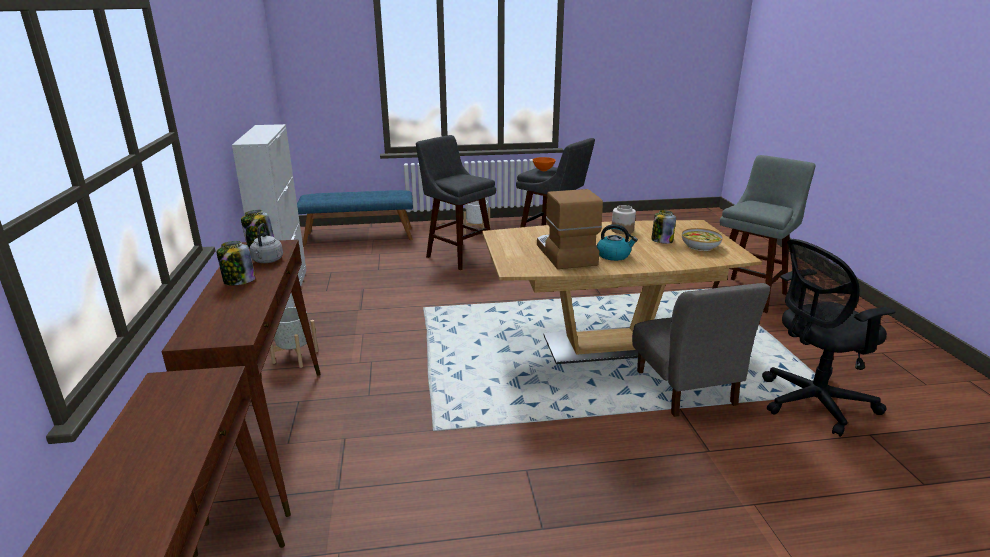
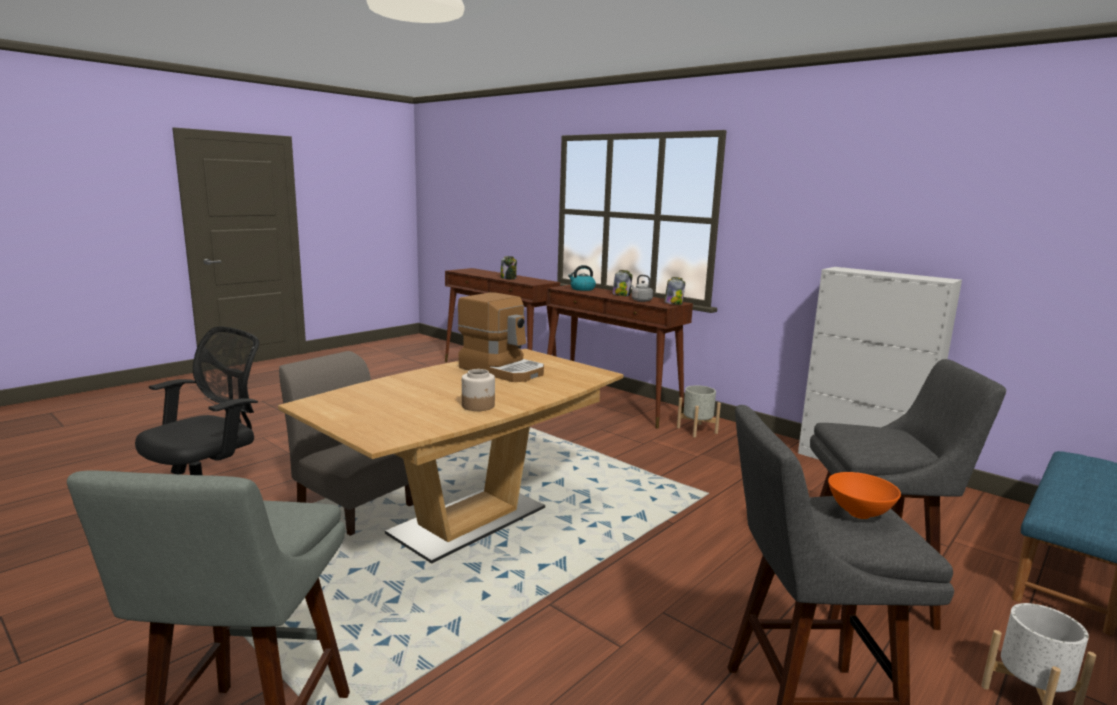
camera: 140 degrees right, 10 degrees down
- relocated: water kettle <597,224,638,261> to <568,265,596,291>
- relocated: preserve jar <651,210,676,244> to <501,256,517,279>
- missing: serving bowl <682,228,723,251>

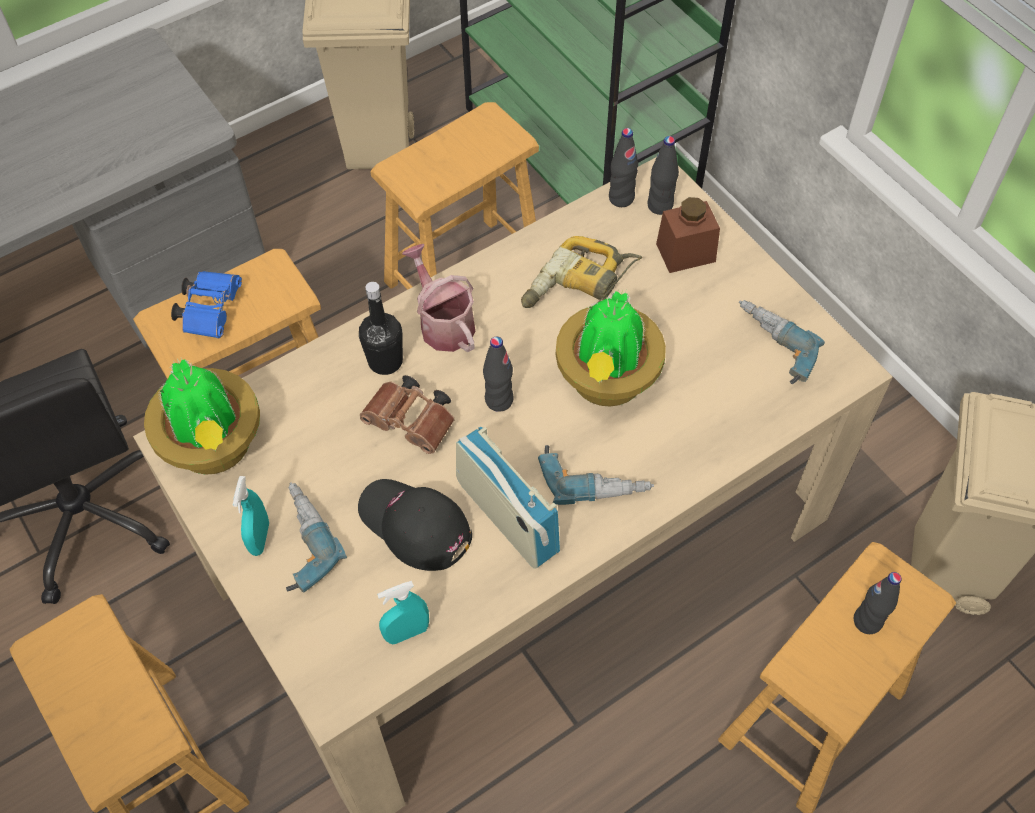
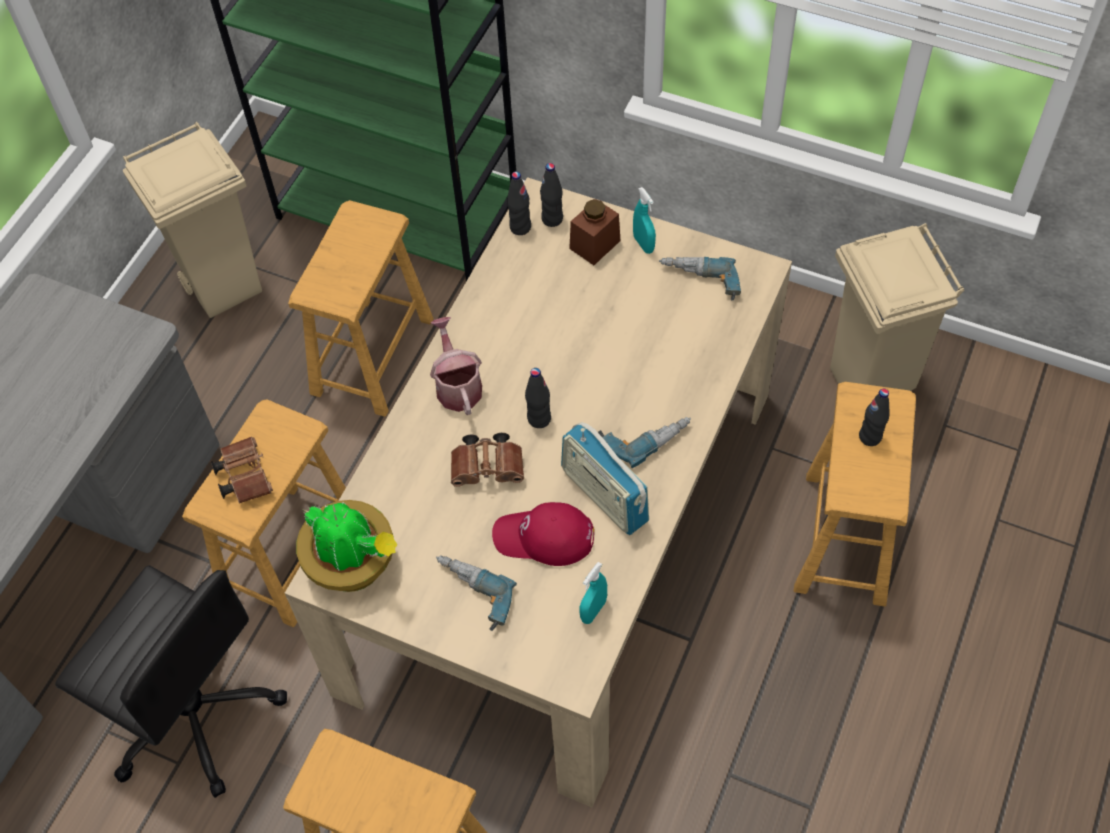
camera: 30 degrees left, 0 degrees up
- colour: field glasses (bluish) <171,271,242,338> to field glasses (brown-coloured) <210,436,273,504>
- relocated: spray bottle (turquoise) <233,476,269,556> to <633,187,656,254>
- colour: peaked cap (black) <358,479,472,571> to peaked cap (reddish) <492,502,594,566>
- missing: beverage bottle (black) <359,282,403,375>
- spun: watering can <402,244,476,352> = <430,317,482,415> 45 degrees clockwise
- spun: radio receiver <456,427,560,569> = <561,422,649,535> 150 degrees counterclockwise
- missing: drill <521,236,642,308>
- missing: houseplant <555,290,666,407>

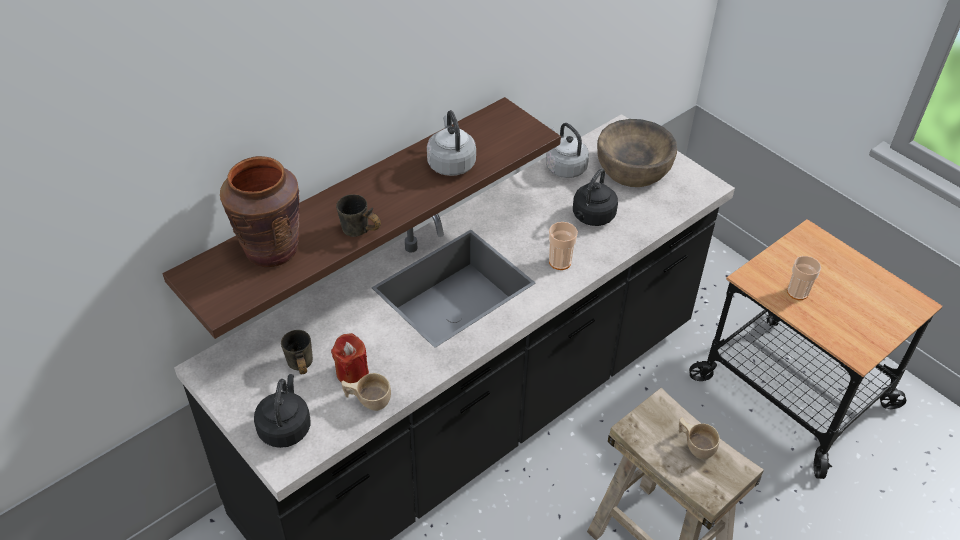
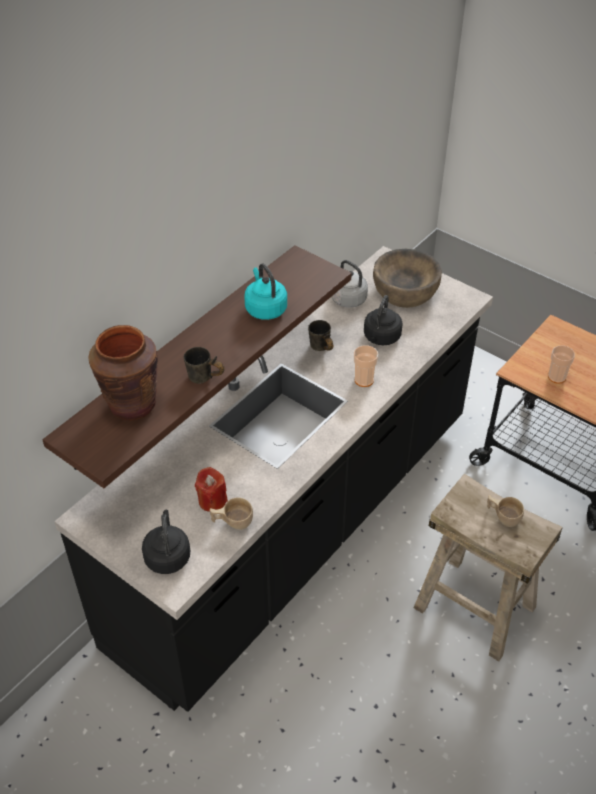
camera: 10 degrees left, 0 degrees up
- relocated: tea mug (greyish) <281,330,313,374> to <308,320,333,351>
- colour: water kettle (greyish) <427,110,476,176> to water kettle (turquoise) <244,263,287,320>

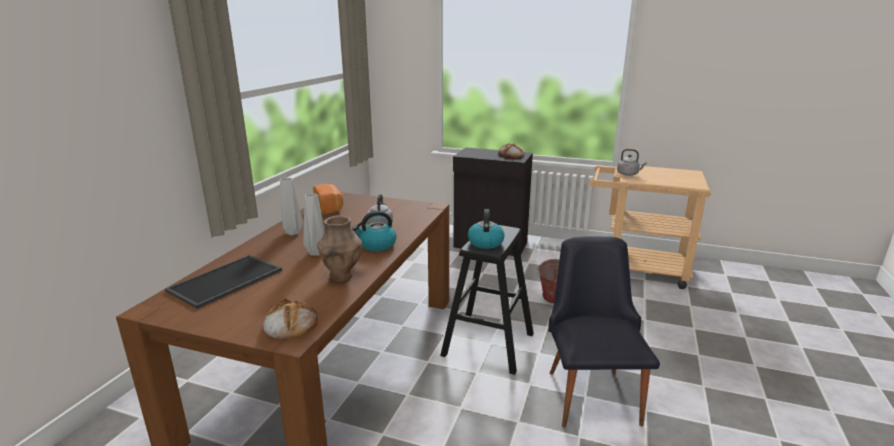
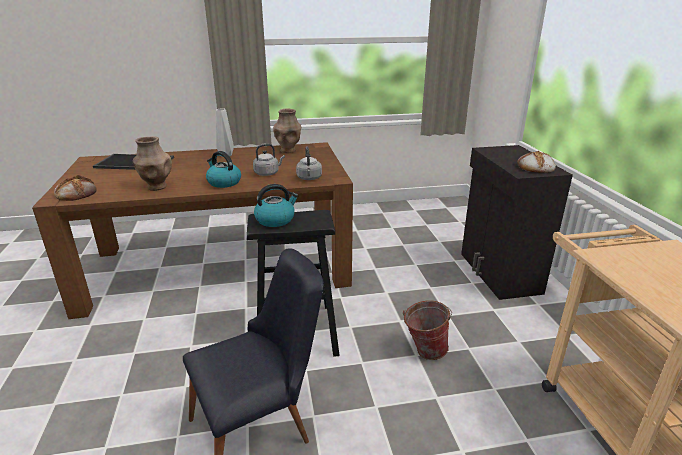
camera: 60 degrees right, 5 degrees up
- missing: flower vase (greyish) <303,193,324,256>
- exchanged: bread <313,184,343,214> to flower vase (brown-coloured) <273,109,301,153>
- relocated: water kettle (greyish) <617,149,647,176> to <296,146,322,180>

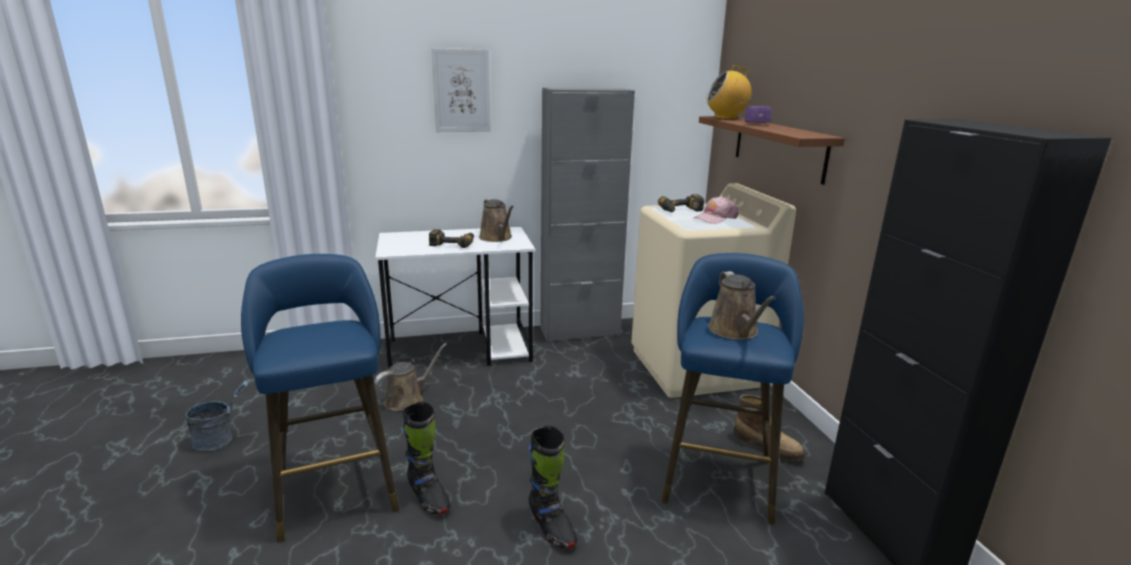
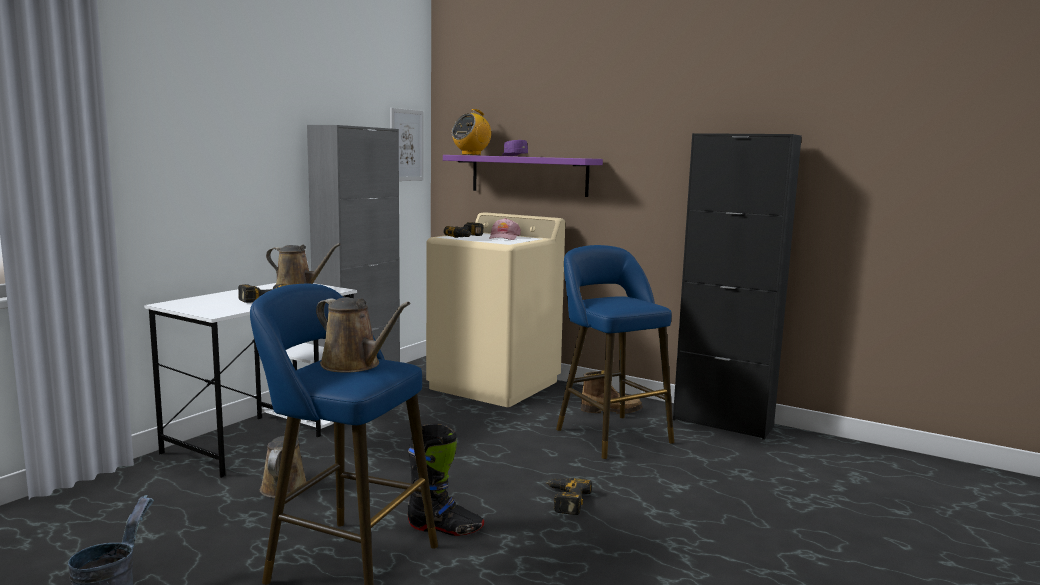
camera: 45 degrees left, 10 degrees down
- relocated: wall picture <432,48,491,132> to <390,108,423,181>
- exchanged: tall boot (black) <528,426,577,549> to drill <546,477,592,515>
- colour: bracket shelf (brown-coloured) <699,116,845,185> to bracket shelf (purple) <443,155,603,197>
- relocated: watering can (brown-coloured) <708,271,776,340> to <316,297,410,373>

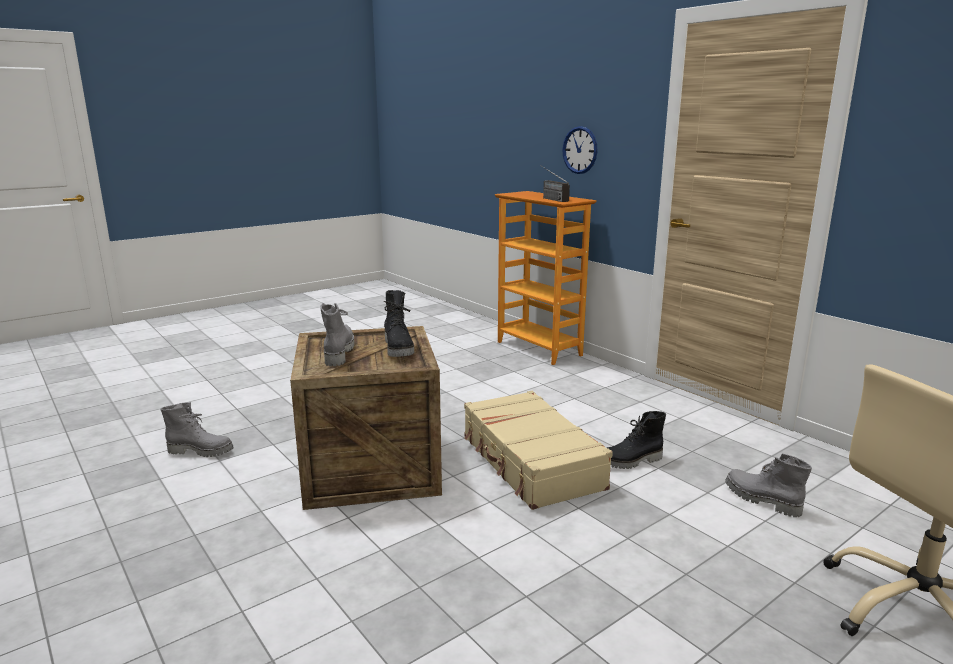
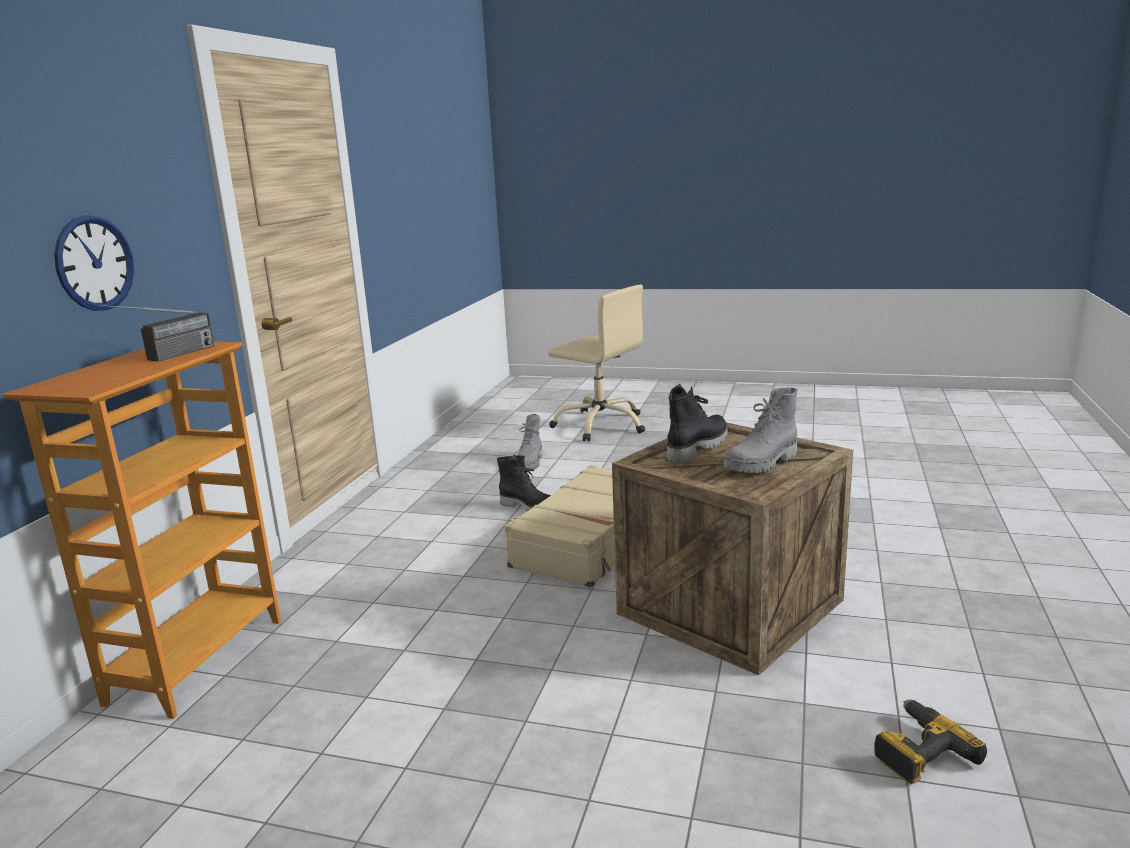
camera: 125 degrees left, 0 degrees up
- exchanged: tall boot (greyish) <160,402,234,457> to drill <874,699,987,784>

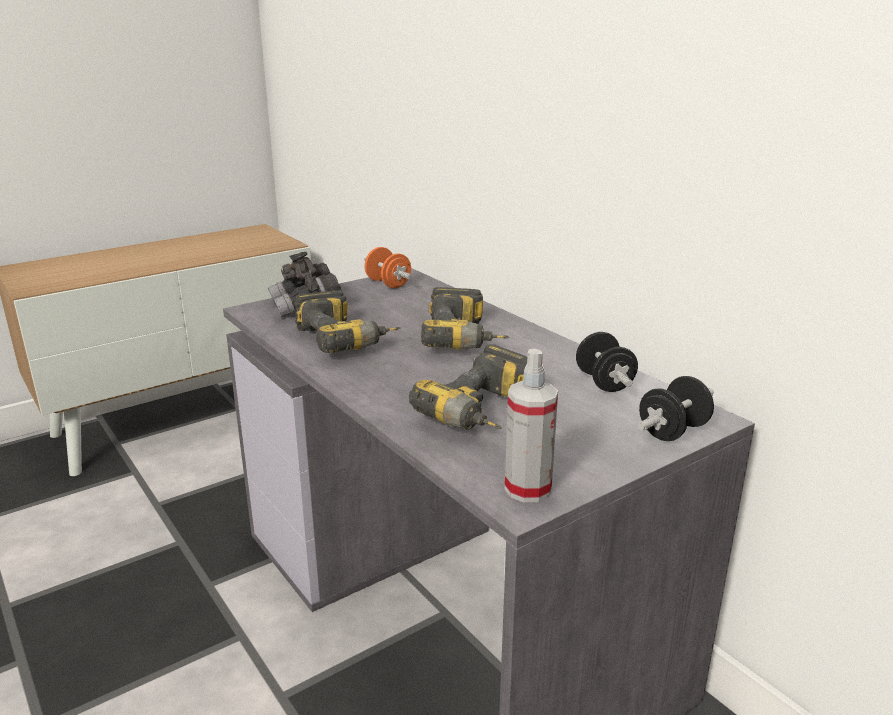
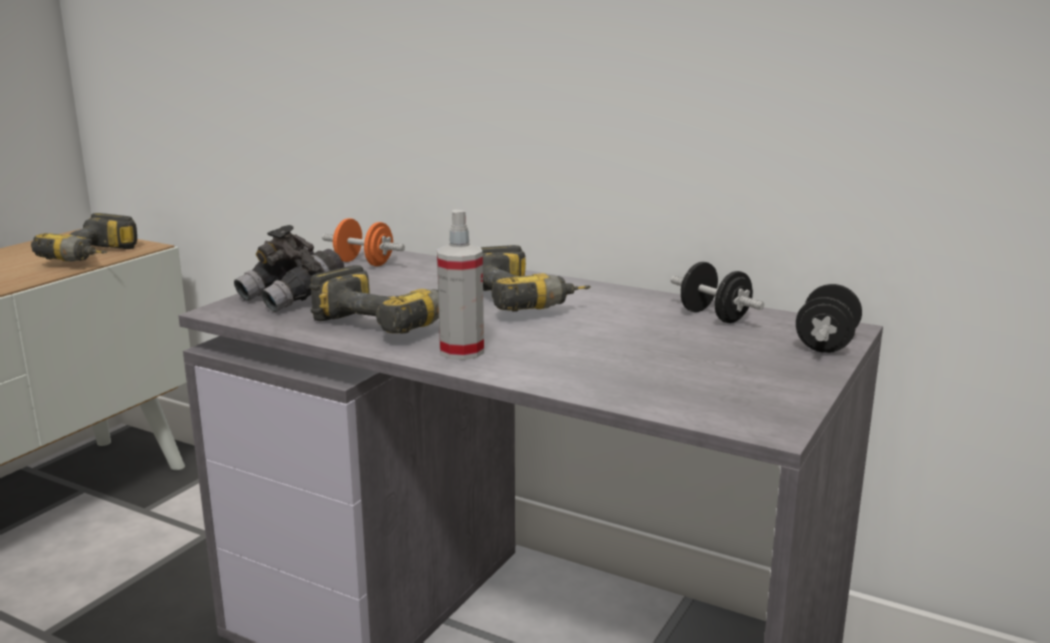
camera: 25 degrees left, 5 degrees down
- relocated: drill <409,344,527,430> to <31,213,137,262>
- relocated: spray bottle <505,349,558,502> to <437,210,484,360>

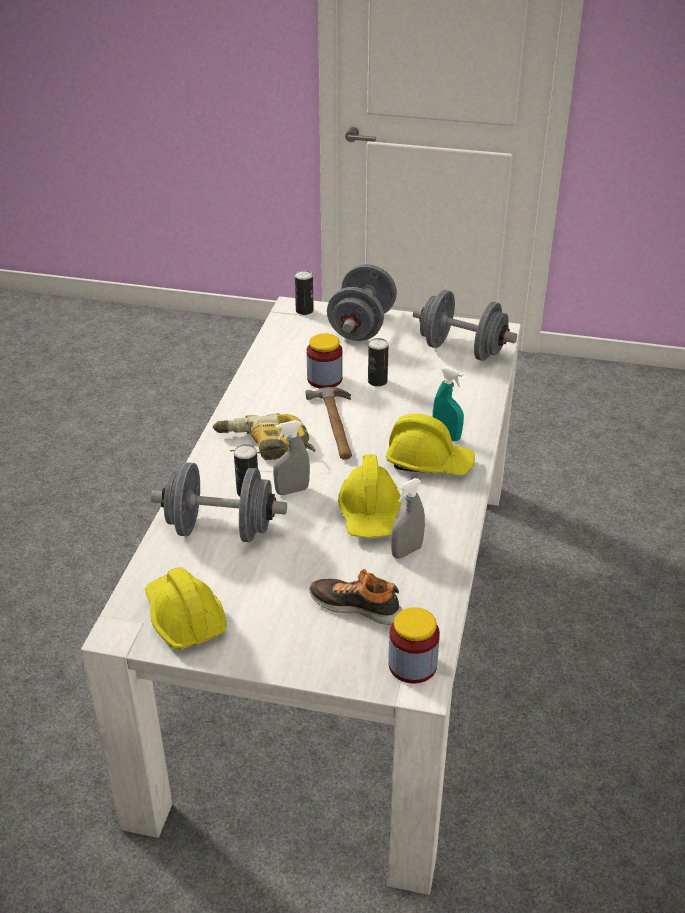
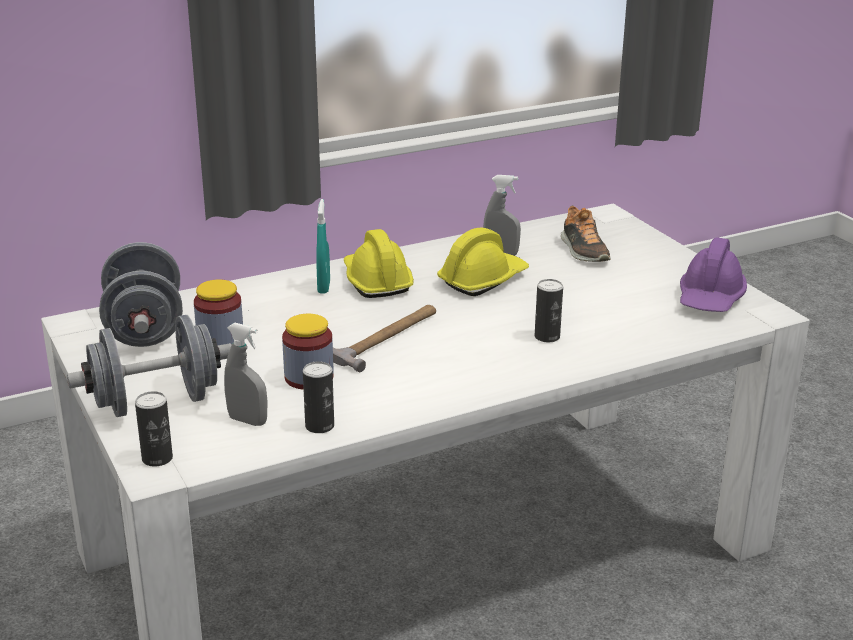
camera: 130 degrees left, 10 degrees down
- colour: safety helmet (yellow) <145,567,227,649> to safety helmet (purple) <680,237,747,312>
- missing: dumbbell (greyish) <151,462,287,542>
- missing: drill <213,413,316,460>
- relocated: spray bottle (greyish) <273,420,310,495> to <224,323,267,426>
- relocated: sealed can <368,338,389,386> to <303,361,334,433>
- relocated: preserve jar <388,607,440,684> to <194,279,243,346>

